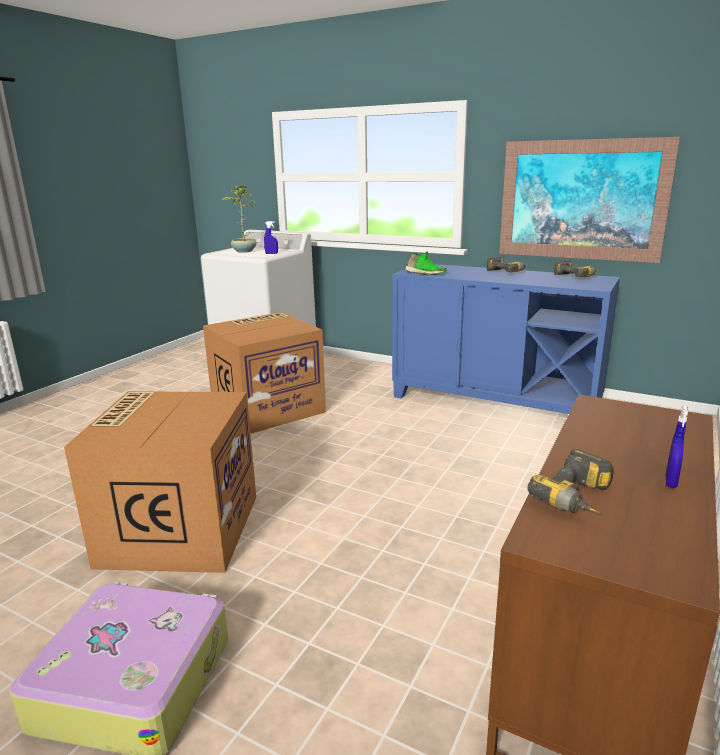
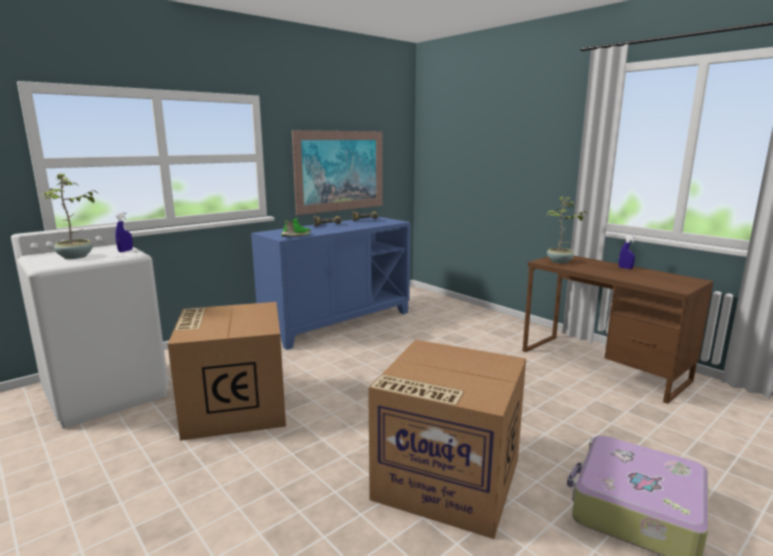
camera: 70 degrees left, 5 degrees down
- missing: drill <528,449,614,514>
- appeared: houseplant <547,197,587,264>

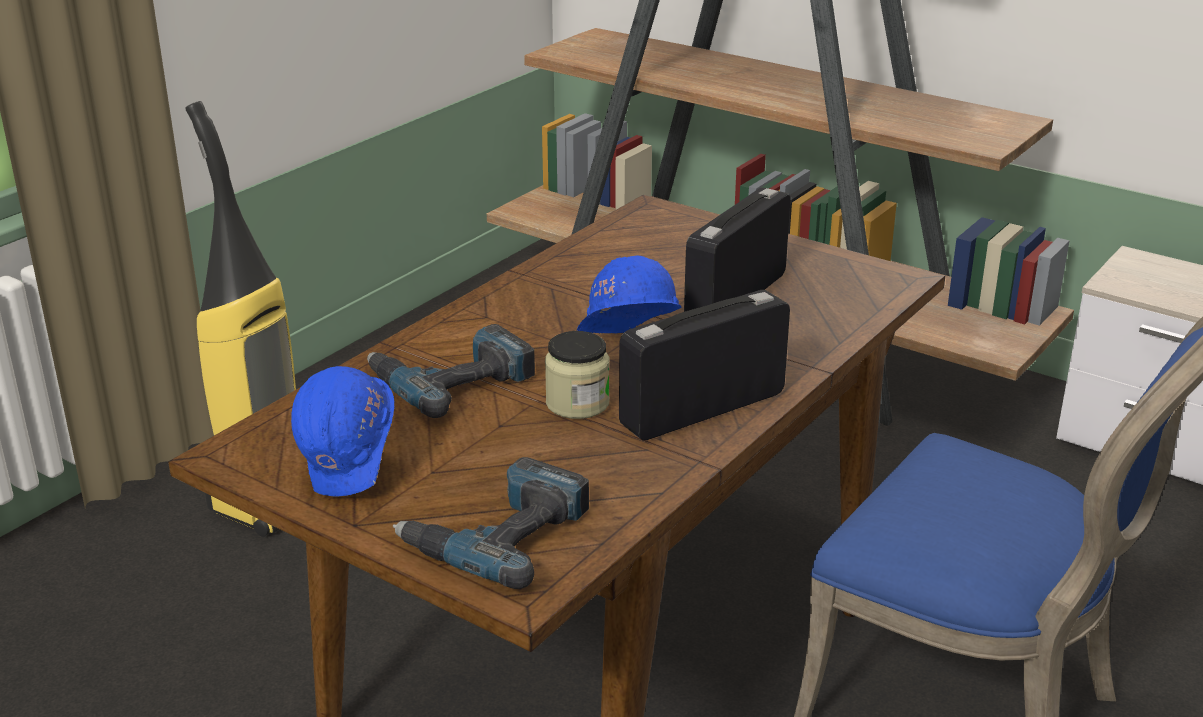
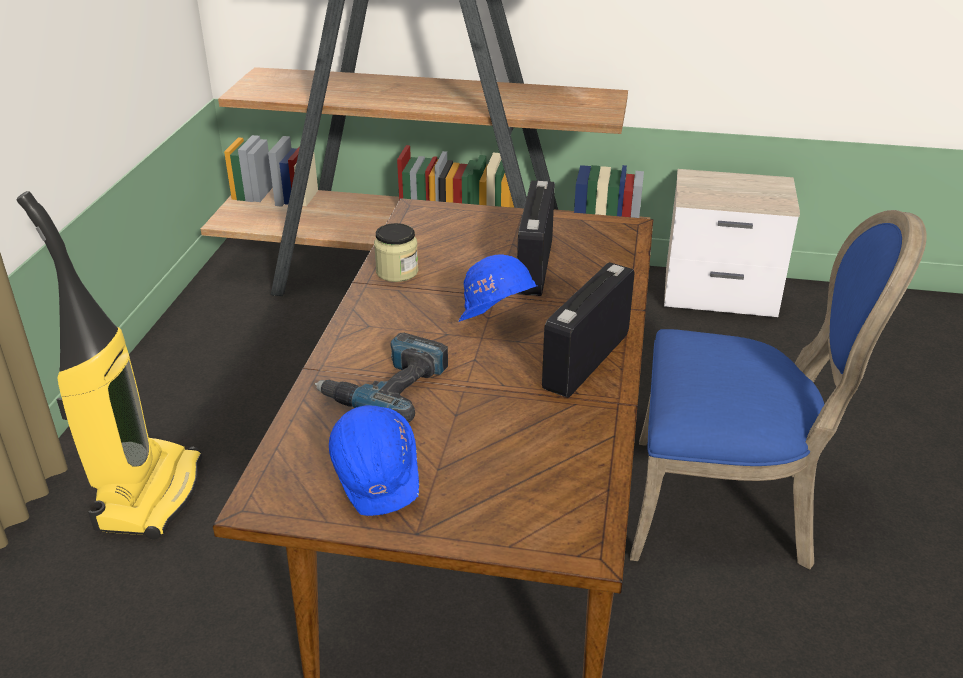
camera: 25 degrees left, 5 degrees up
- missing: drill <393,457,589,589>
- relocated: preserve jar <545,331,610,419> to <374,223,418,282>

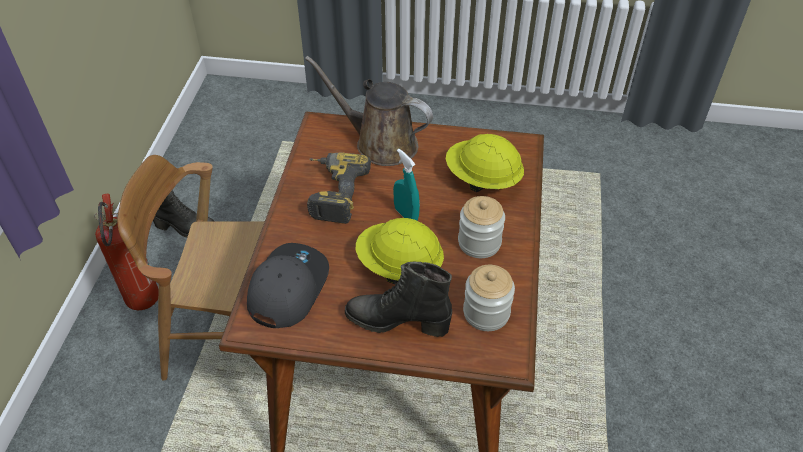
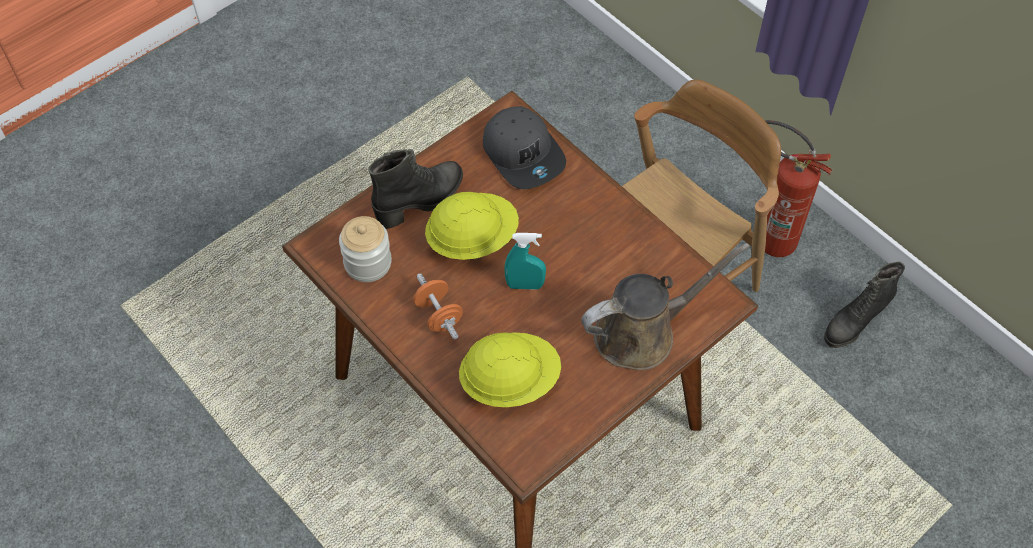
camera: 130 degrees right, 10 degrees up
- missing: drill <307,152,371,224>
- exchanged: preserve jar <458,196,505,258> to dumbbell (orangey) <413,273,463,340>

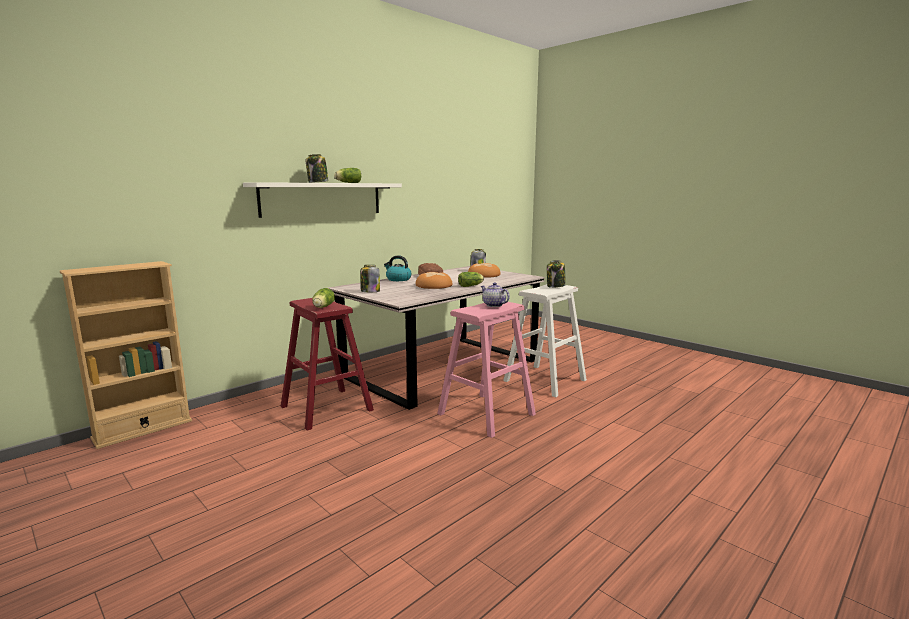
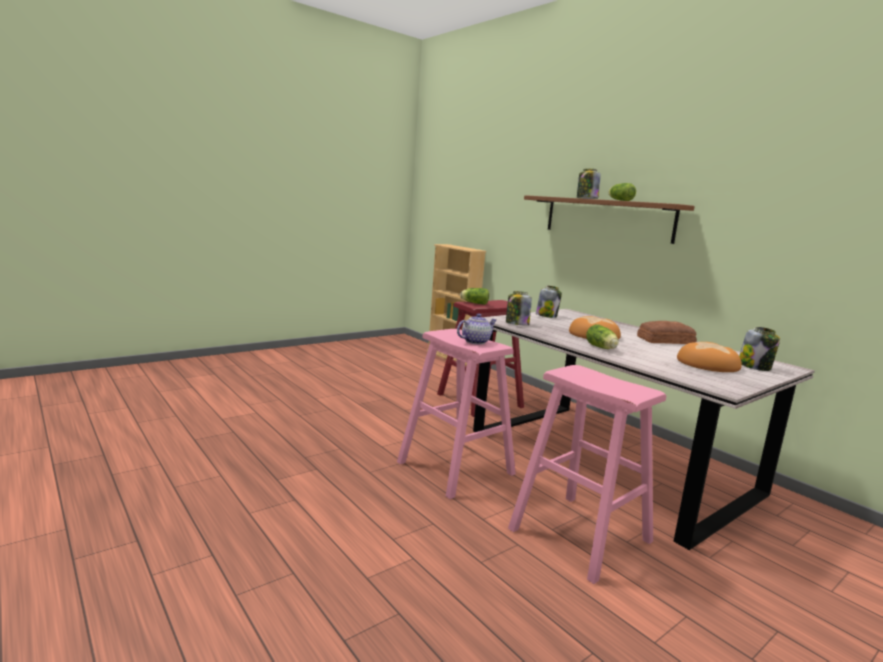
camera: 95 degrees right, 0 degrees up
- colour: bracket shelf (white) <243,182,402,218> to bracket shelf (brown-coloured) <524,195,695,244>
- missing: water kettle <384,255,412,281>
- colour: stool seat (white) <503,284,587,397> to stool seat (pink-coloured) <508,365,666,584>
- relocated: preserve jar <547,260,566,288> to <506,291,532,325>

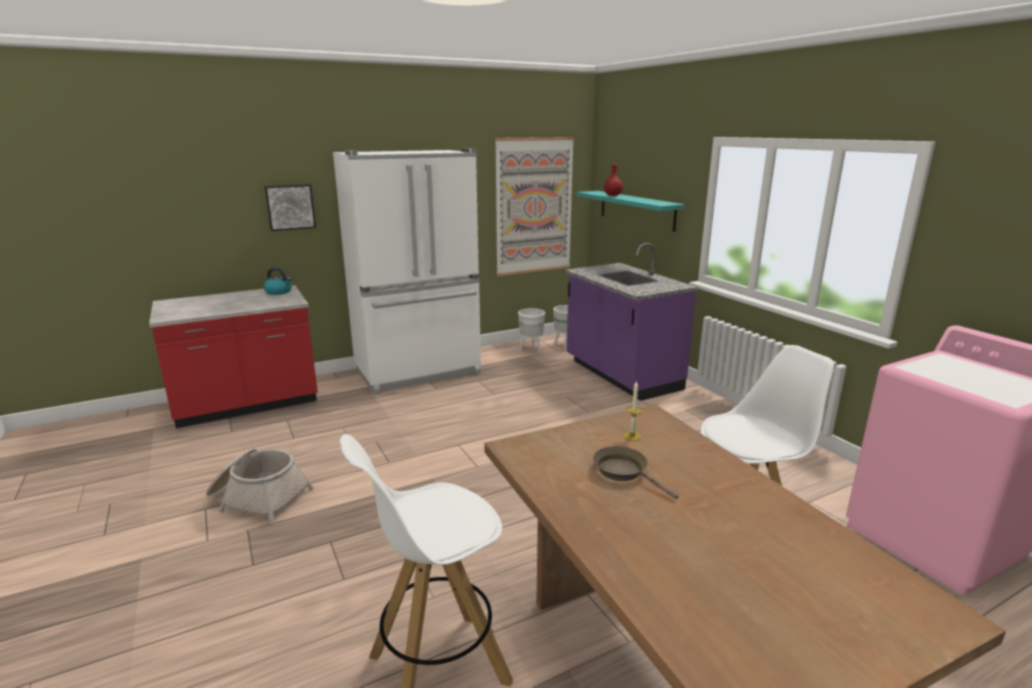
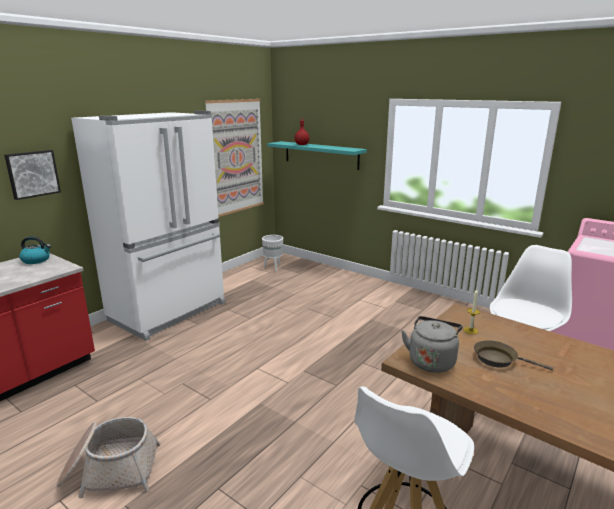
camera: 25 degrees left, 0 degrees up
- missing: planter (white) <518,308,545,353>
- missing: kitchen base unit (purple) <565,243,698,401>
- appeared: water kettle (greyish) <401,316,462,373>

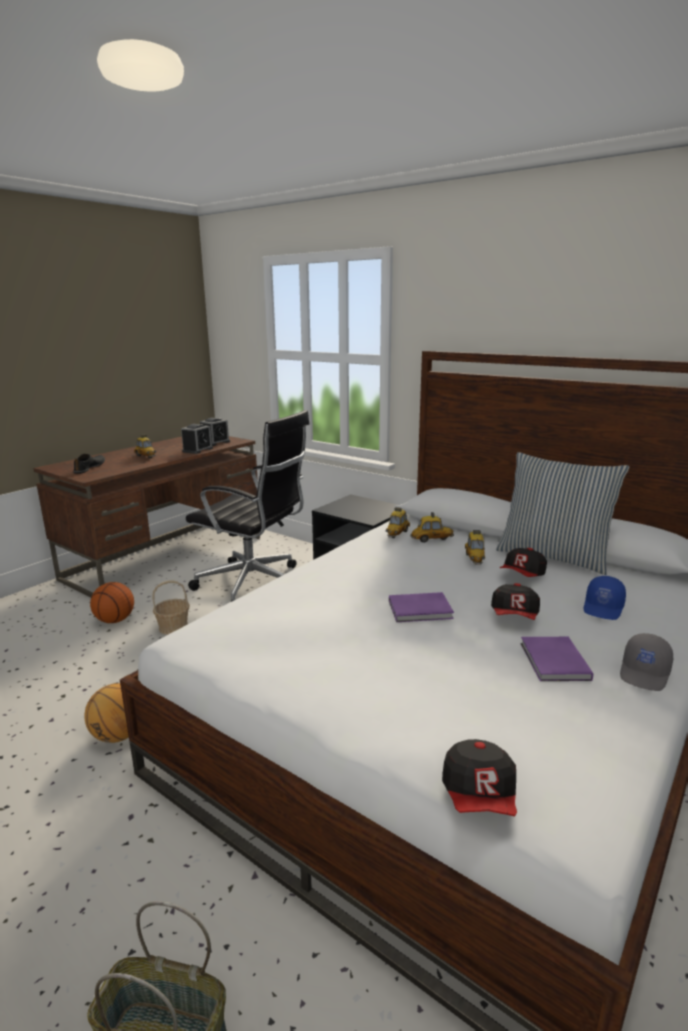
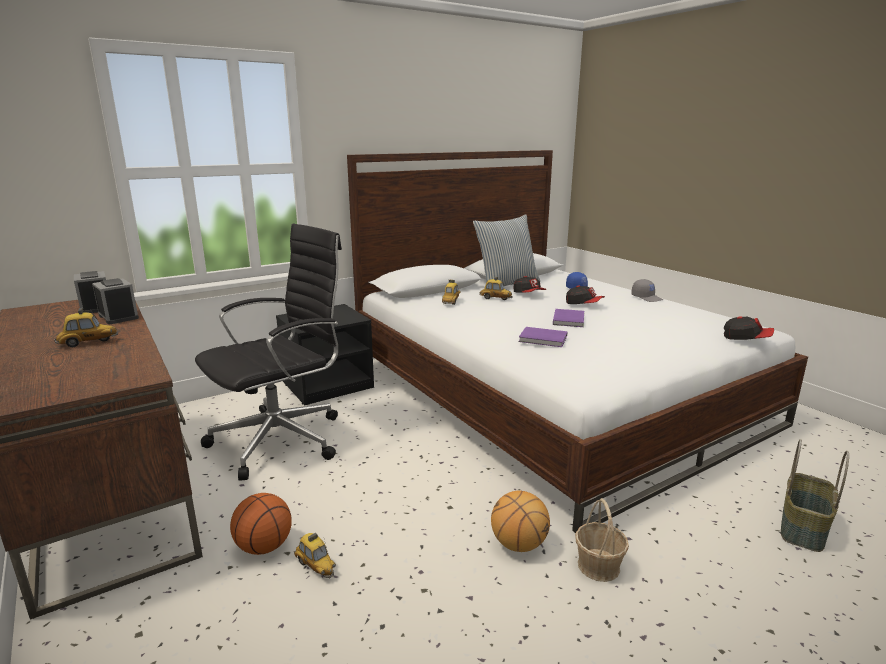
camera: 70 degrees left, 0 degrees up
- missing: item of footwear (black) <73,454,105,474>
- relocated: household basket <152,580,190,635> to <575,498,629,582>
- relocated: miniature car <386,507,410,538> to <294,533,336,579>
- relocated: bound book (purple) <521,637,593,681> to <519,327,567,347>

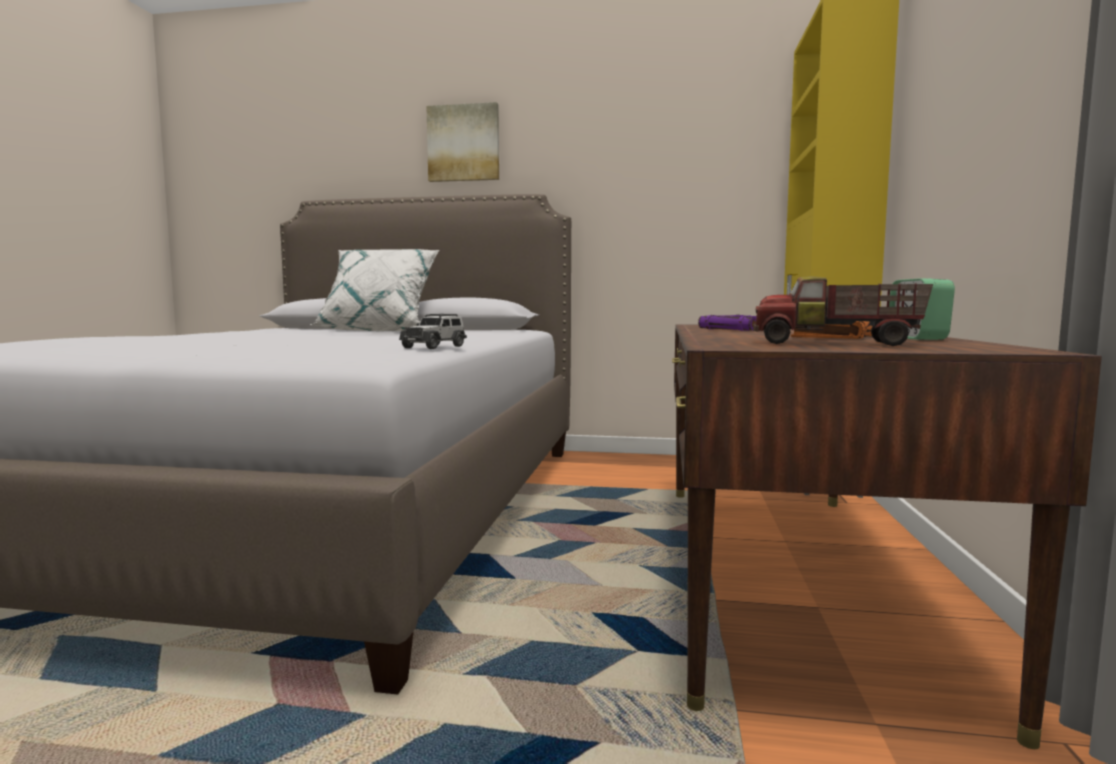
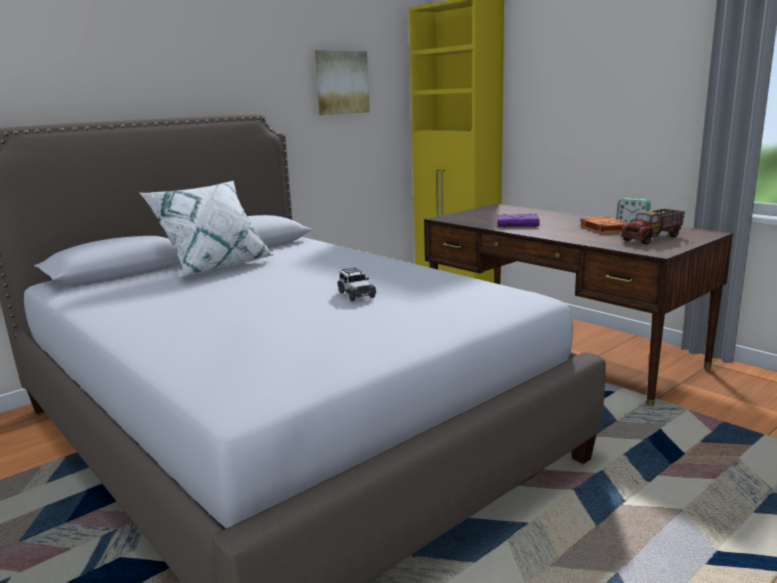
camera: 50 degrees left, 10 degrees up
- relocated: miniature car <399,314,467,349> to <338,267,376,301>
- relocated: wall picture <426,102,499,182> to <315,50,370,115>

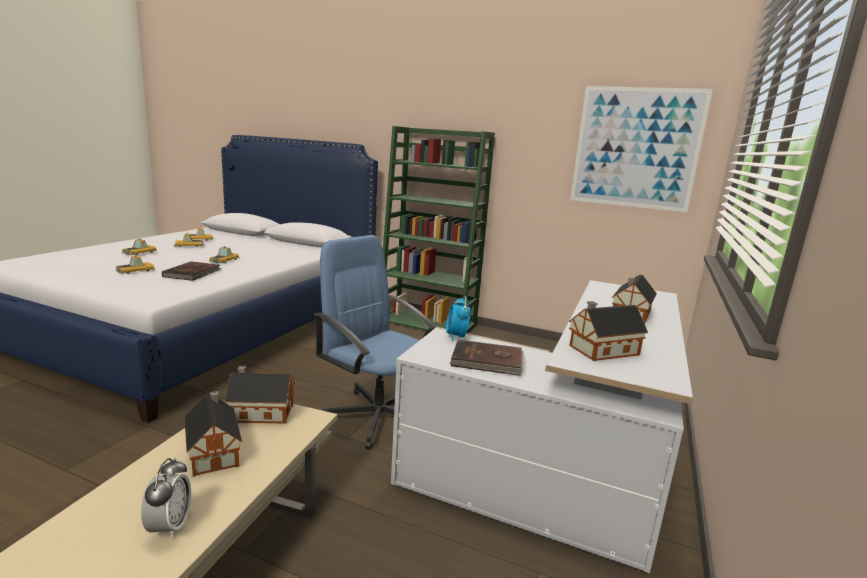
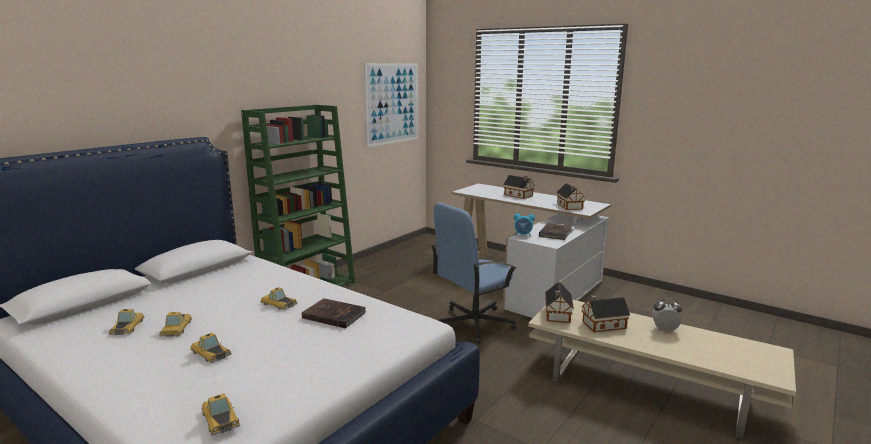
camera: 75 degrees left, 0 degrees up
- relocated: miniature car <115,255,155,274> to <201,393,240,435>

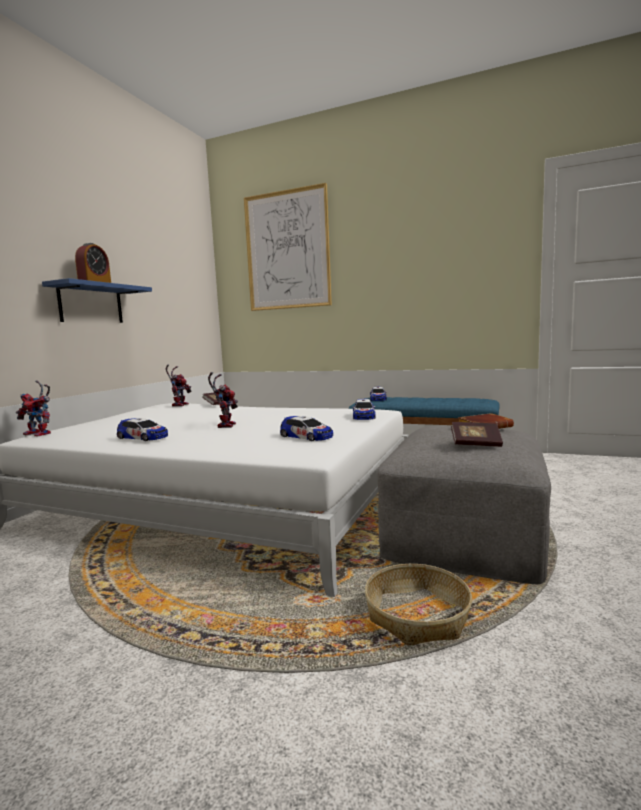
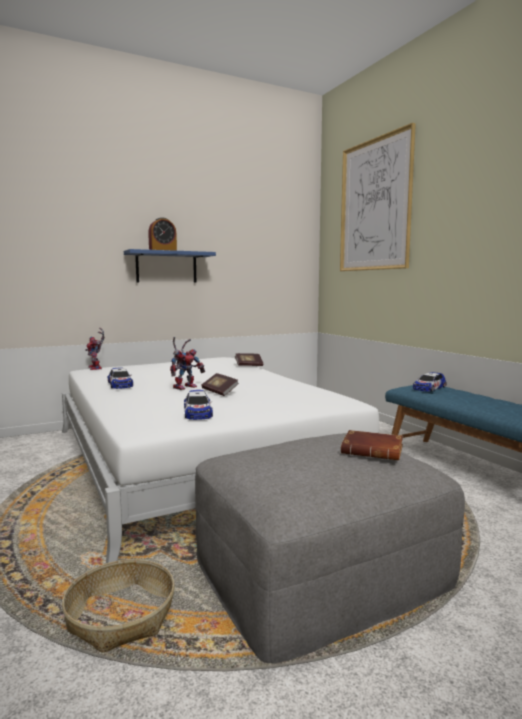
camera: 40 degrees right, 0 degrees up
- missing: toy robot <166,364,192,407>
- missing: miniature car <352,399,376,420>
- relocated: bound book <451,422,503,447> to <201,373,239,396>

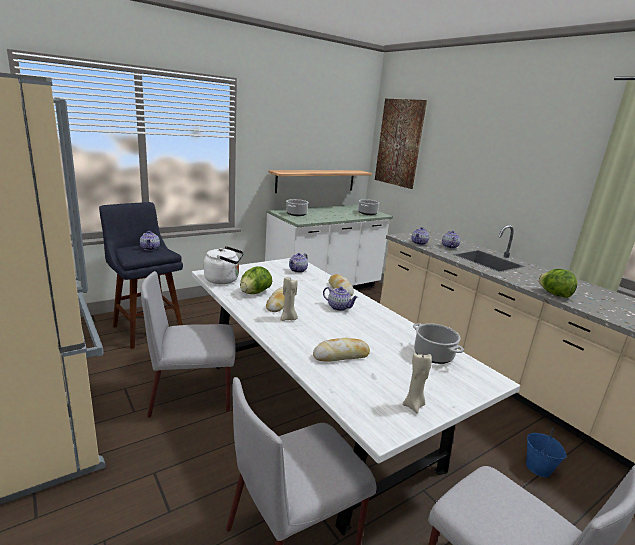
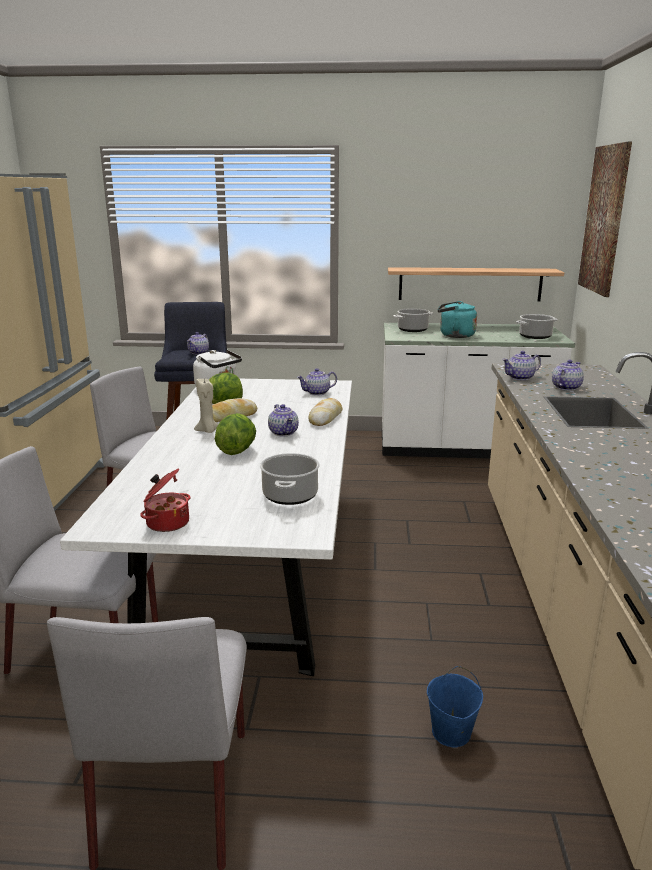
camera: 40 degrees right, 0 degrees up
- missing: bread <313,338,370,362>
- exchanged: candle (beige) <403,353,432,414> to saucepot <140,468,191,532>
- relocated: lettuce head <539,269,577,298> to <215,413,256,455>
- appeared: water kettle (turquoise) <437,301,477,338>

